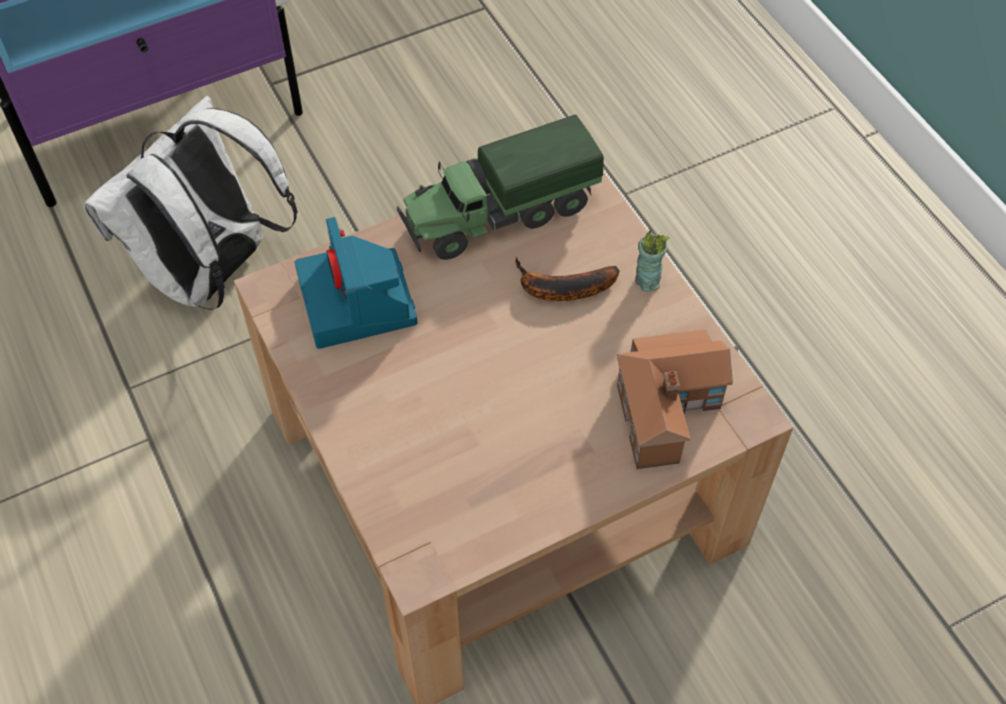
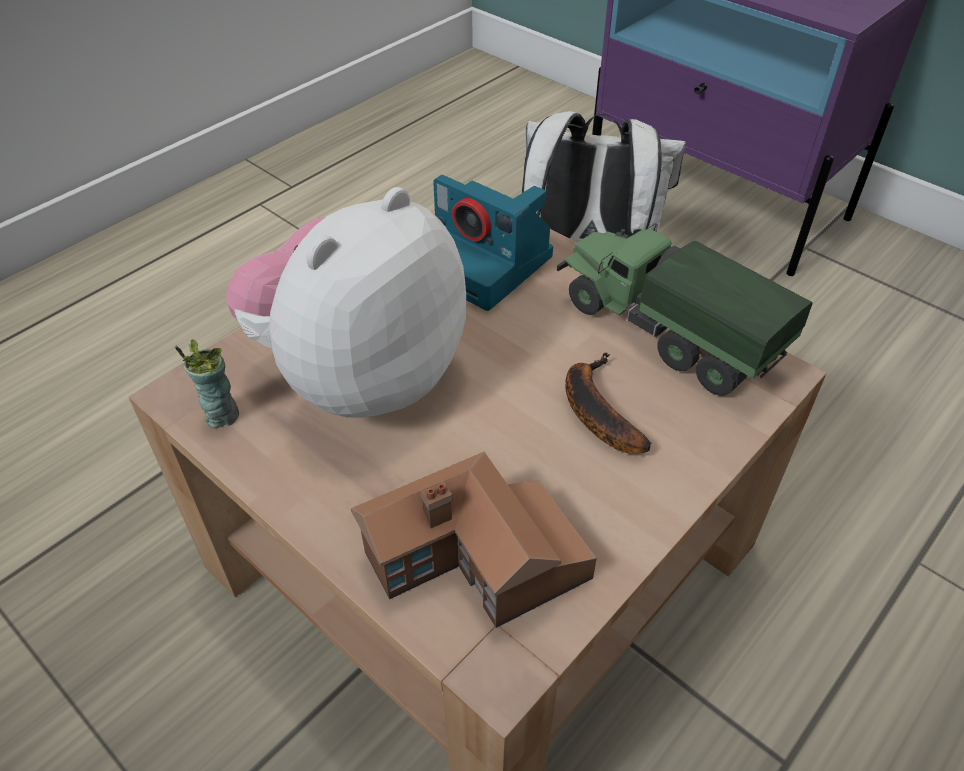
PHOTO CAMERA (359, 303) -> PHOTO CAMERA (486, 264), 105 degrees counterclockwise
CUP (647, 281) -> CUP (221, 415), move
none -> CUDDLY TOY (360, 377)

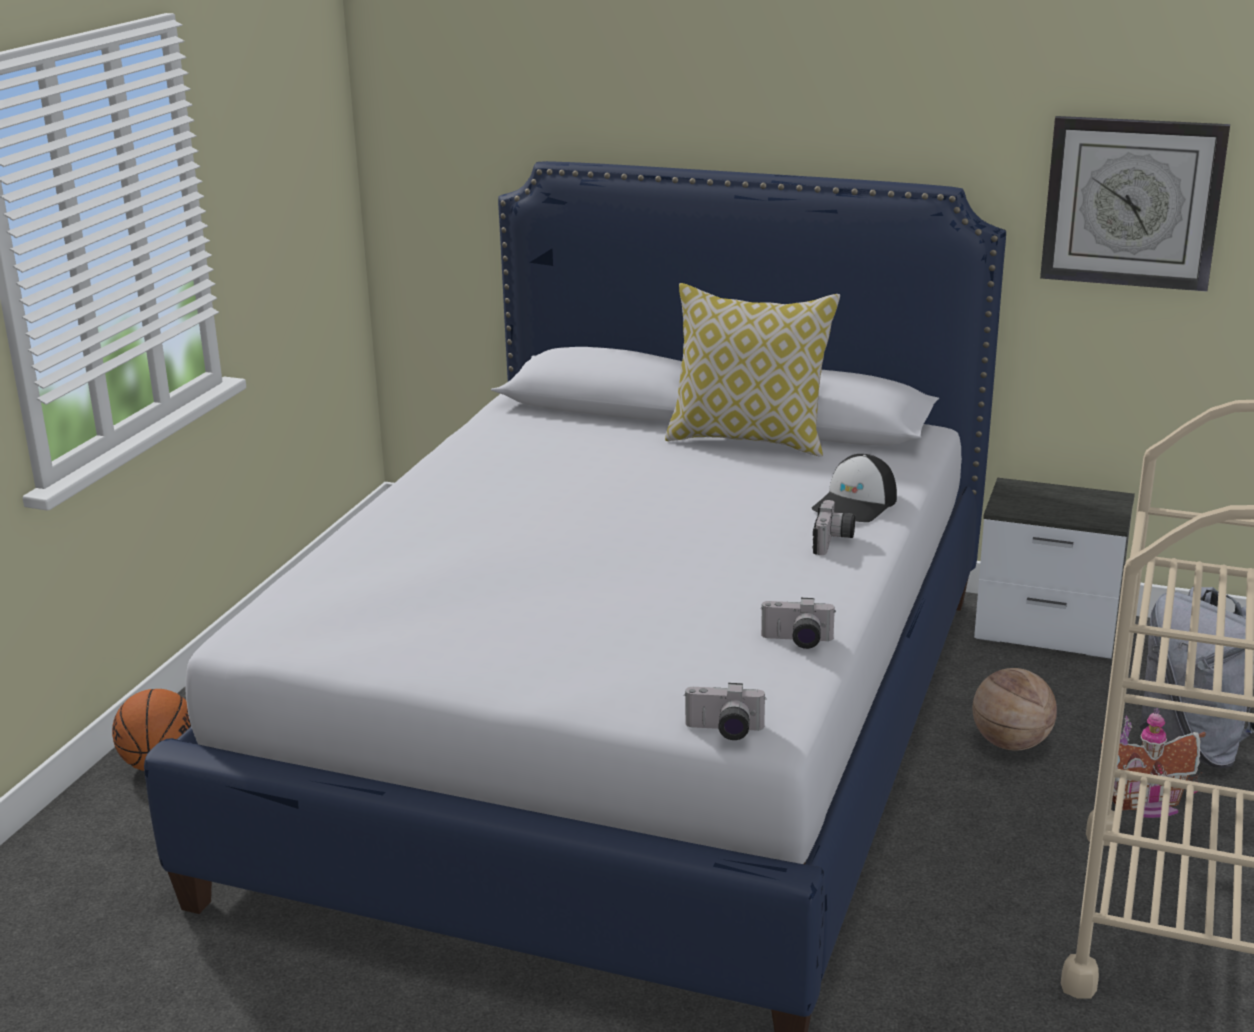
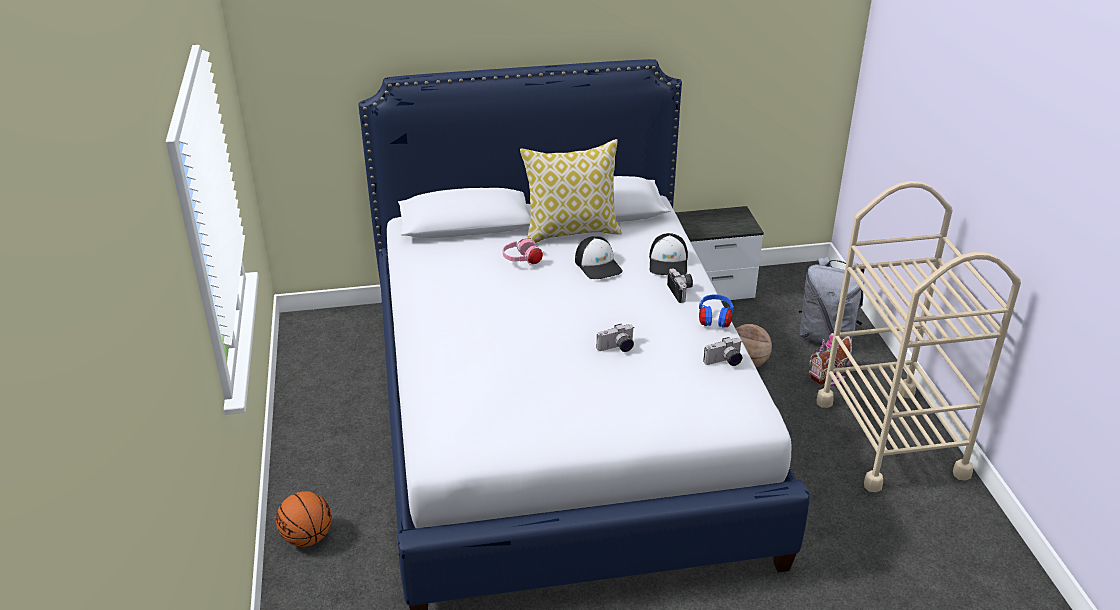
WALL CLOCK (1132, 202) -> none
PHOTO CAMERA (724, 731) -> PHOTO CAMERA (617, 348), move
none -> PEAKED CAP (598, 265)
none -> PINK-COLOURED HEADSET (522, 261)
none -> BLUISH HEADSET (715, 320)

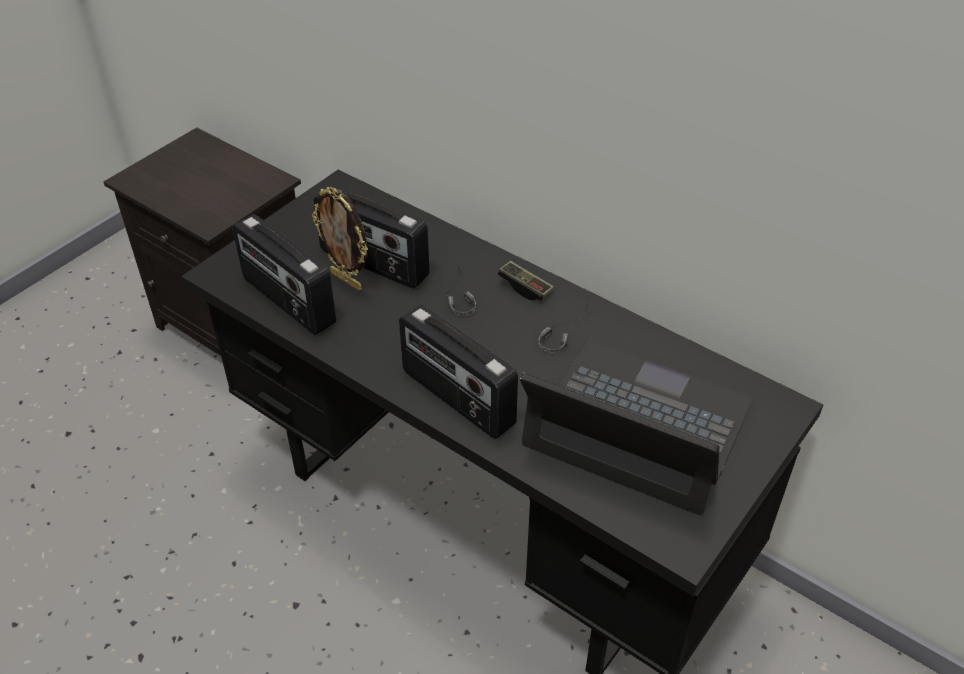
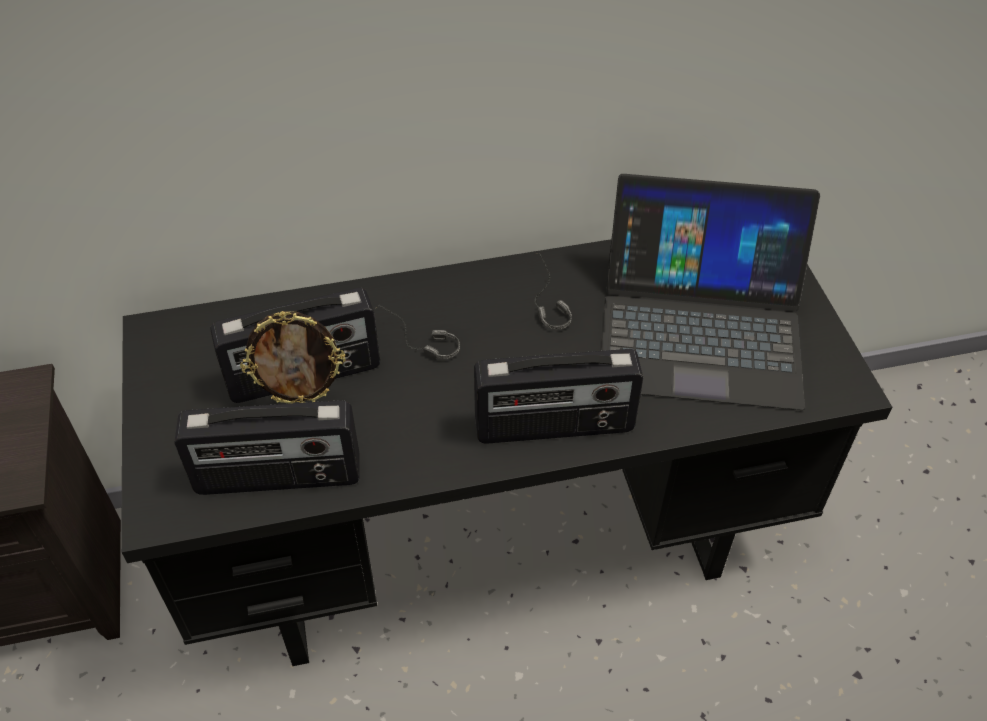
JOYPAD (525, 288) -> none
PORTABLE COMPUTER (638, 425) -> PORTABLE COMPUTER (700, 329), 150 degrees counterclockwise

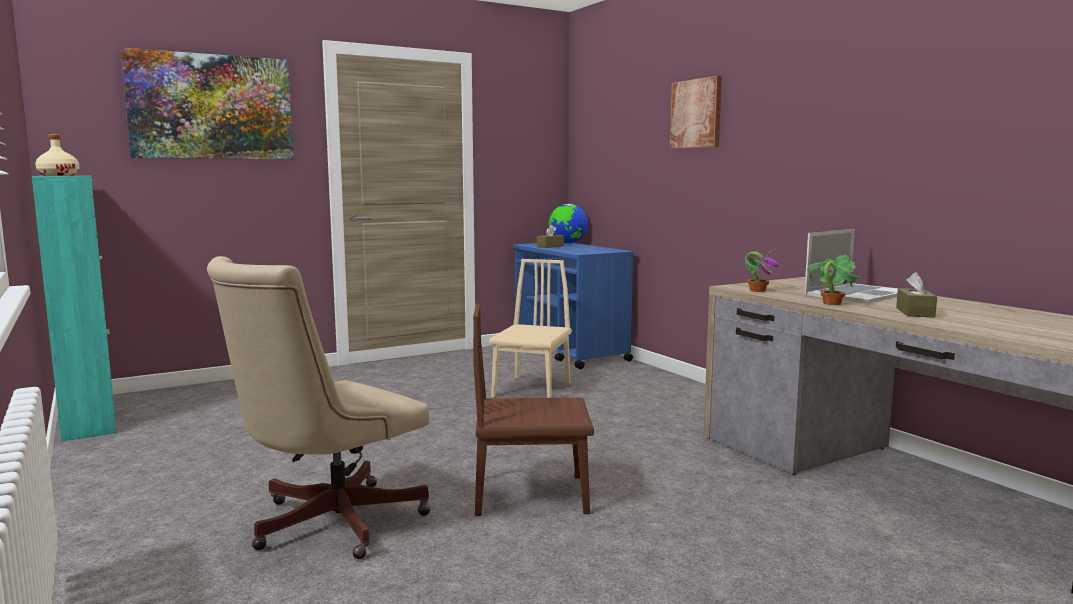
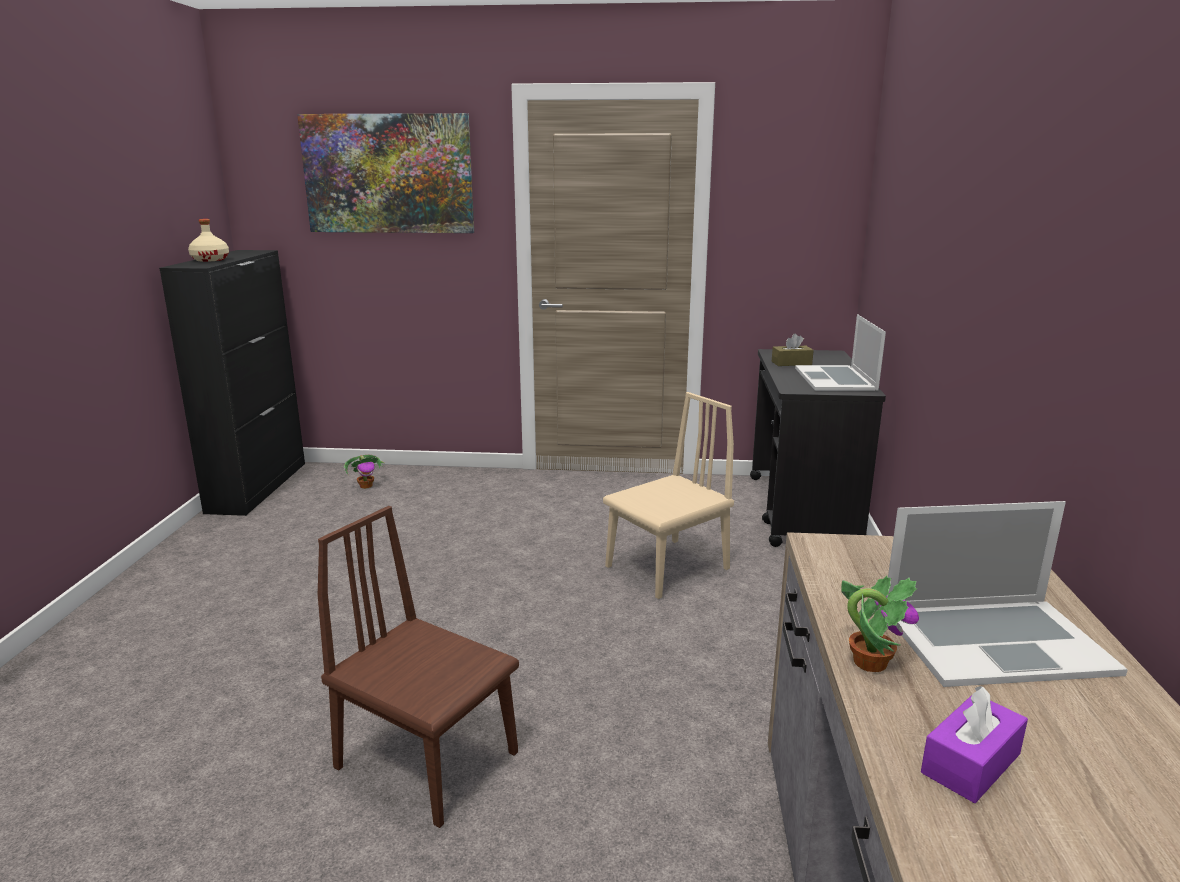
WALL ART (696, 113) -> none
TURQUOISE-COLOURED CABINET (89, 416) -> BLACK CABINET (258, 486)
GLOBE (568, 243) -> none
BLUISH CART (571, 352) -> BLACK CART (802, 511)
POTTED PLANT (757, 290) -> POTTED PLANT (366, 486), move
BEIGE-COLOURED OFFICE CHAIR (327, 524) -> none
BROWNISH TISSUE BOX (915, 312) -> PURPLE TISSUE BOX (971, 763)
none -> PORTABLE COMPUTER (835, 379)

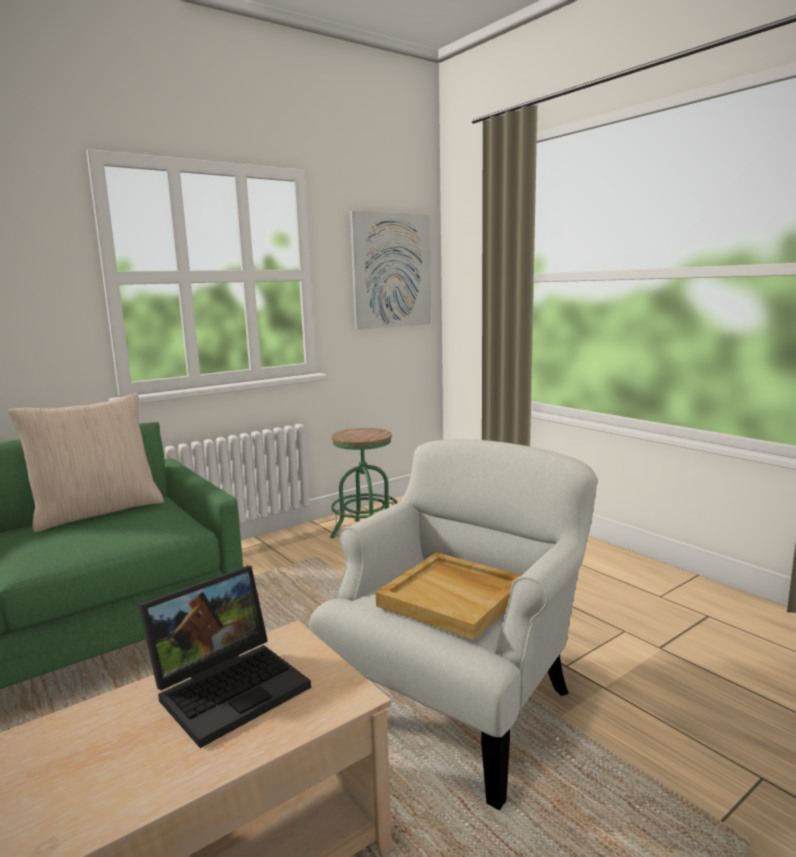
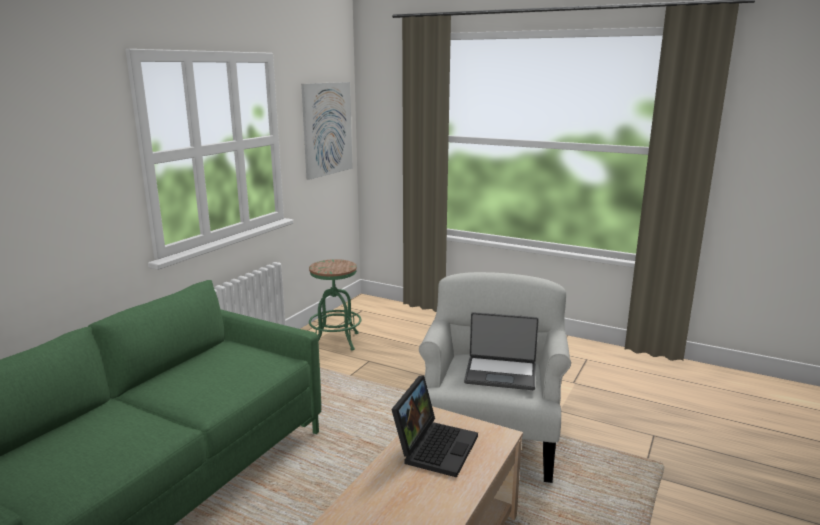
BEIGE-COLOURED CUSHION (97, 511) -> none
BEIGE-COLOURED CARRYING TRAY (454, 598) -> PORTABLE COMPUTER (500, 374)

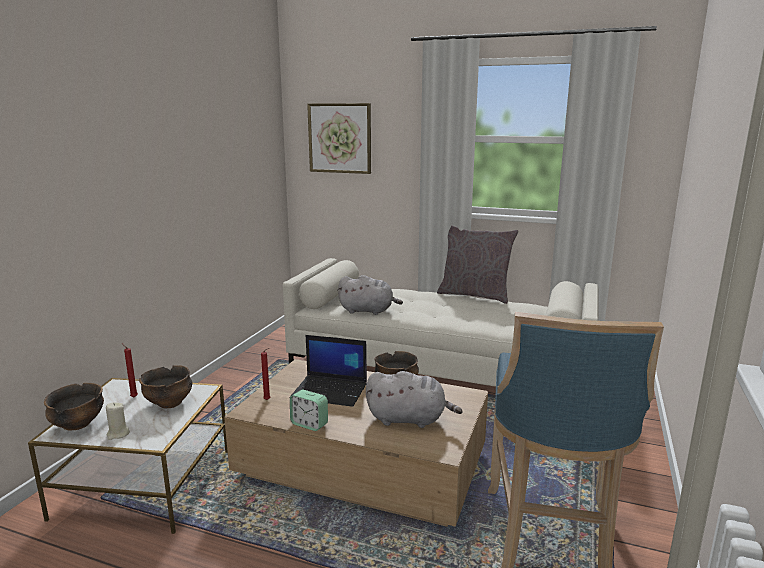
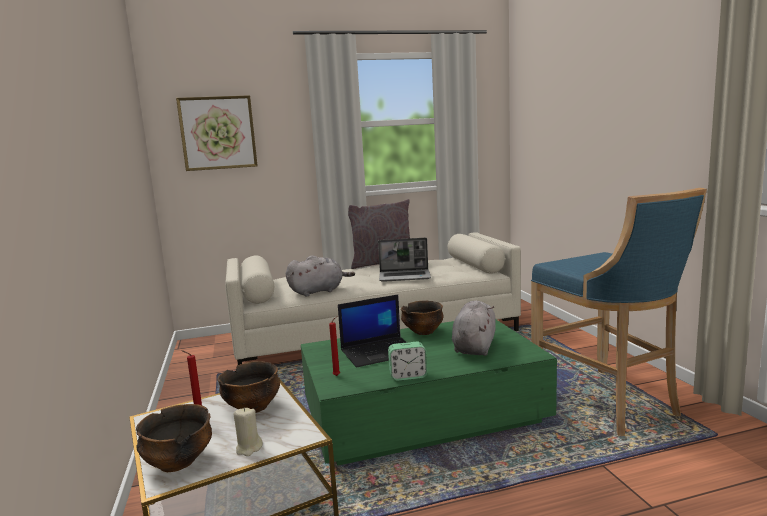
BROWNISH COFFEE TABLE (363, 465) -> GREENISH COFFEE TABLE (423, 414)
GRAY CUDDLY TOY (409, 419) -> GRAY CUDDLY TOY (474, 346), 45 degrees counterclockwise
none -> PORTABLE COMPUTER (405, 276)

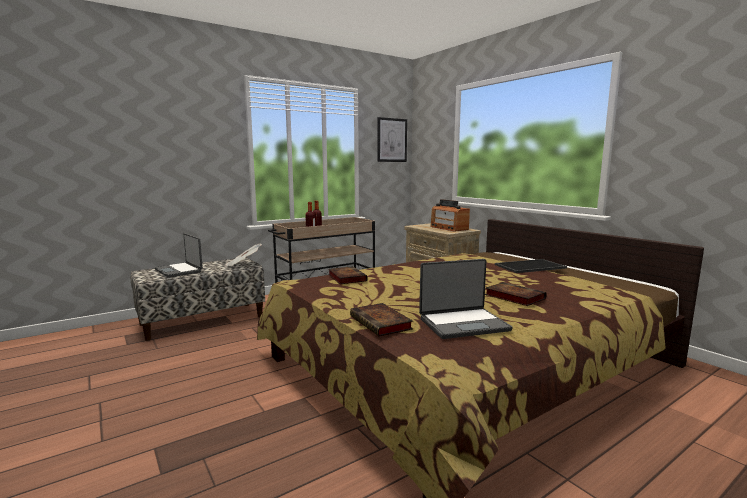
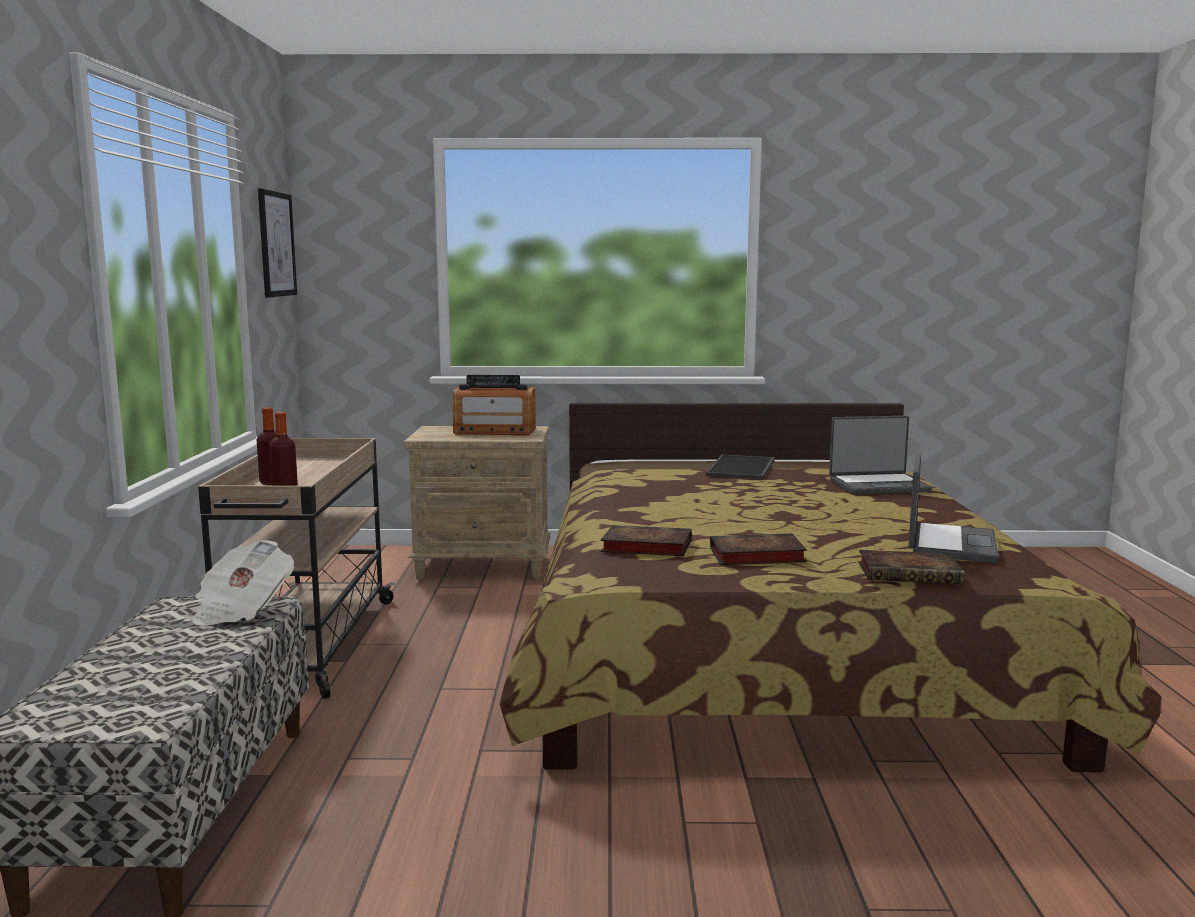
PORTABLE COMPUTER (179, 271) -> PORTABLE COMPUTER (878, 485), move
BOUND BOOK (513, 297) -> BOUND BOOK (754, 556), move

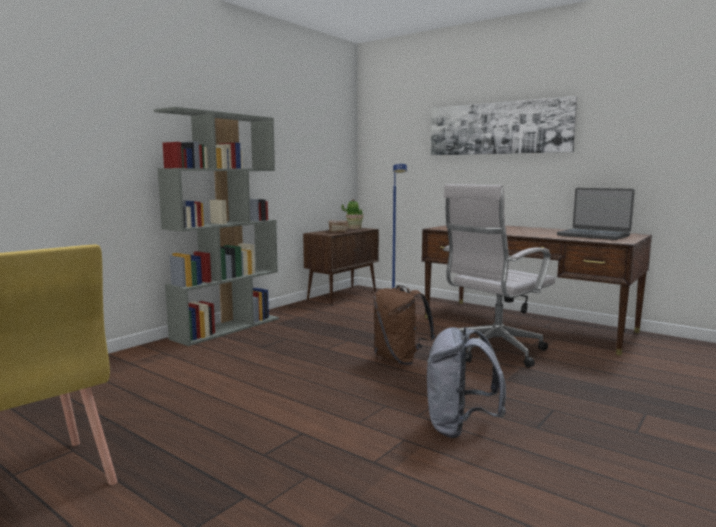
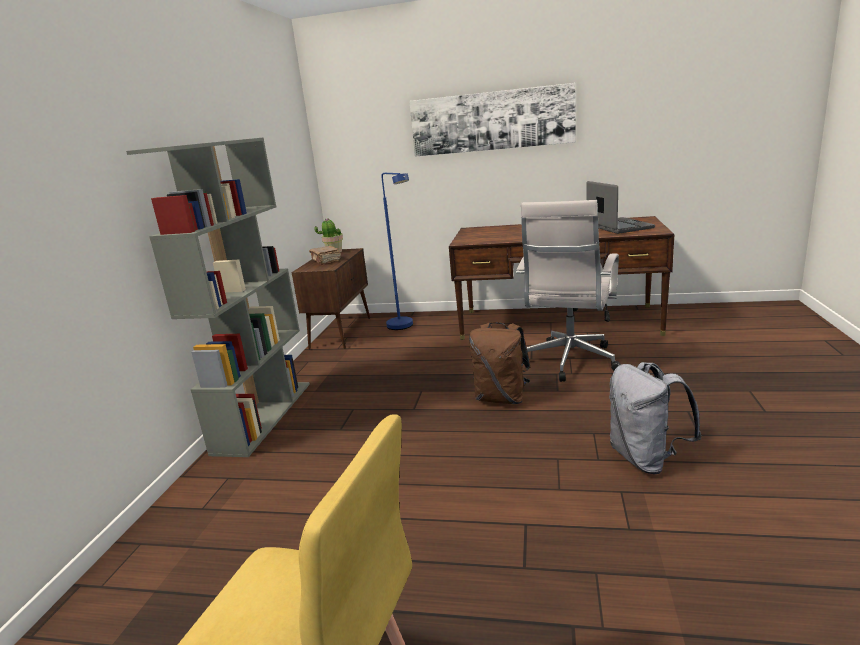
PORTABLE COMPUTER (593, 235) -> PORTABLE COMPUTER (618, 227), 120 degrees counterclockwise

